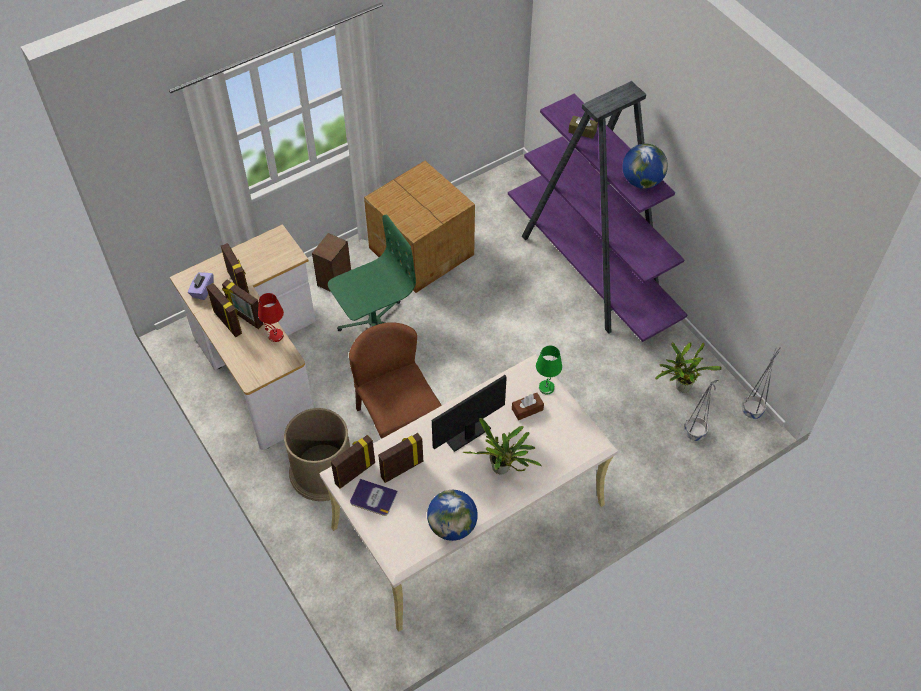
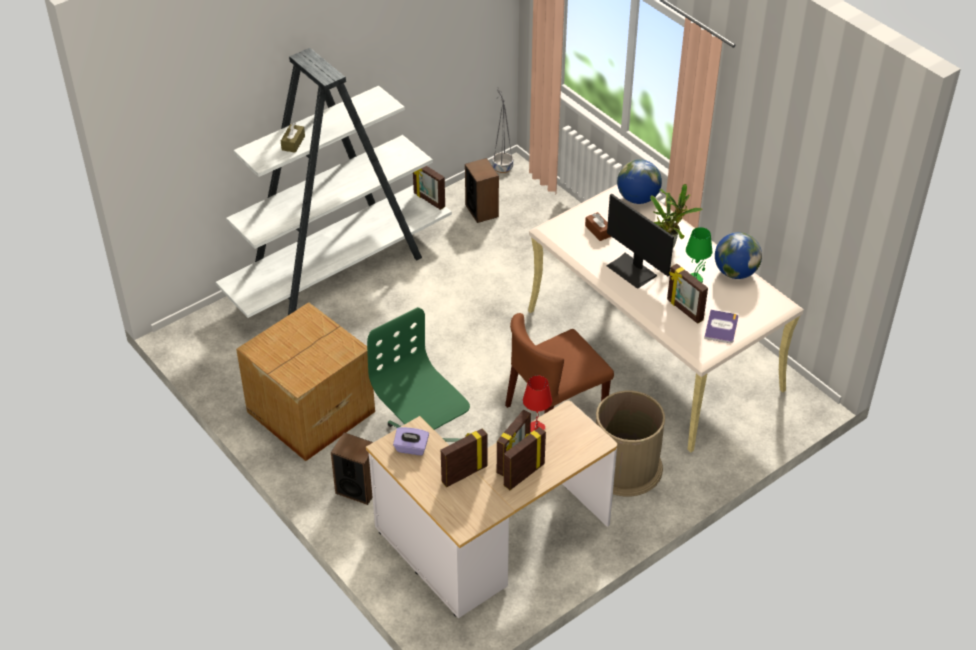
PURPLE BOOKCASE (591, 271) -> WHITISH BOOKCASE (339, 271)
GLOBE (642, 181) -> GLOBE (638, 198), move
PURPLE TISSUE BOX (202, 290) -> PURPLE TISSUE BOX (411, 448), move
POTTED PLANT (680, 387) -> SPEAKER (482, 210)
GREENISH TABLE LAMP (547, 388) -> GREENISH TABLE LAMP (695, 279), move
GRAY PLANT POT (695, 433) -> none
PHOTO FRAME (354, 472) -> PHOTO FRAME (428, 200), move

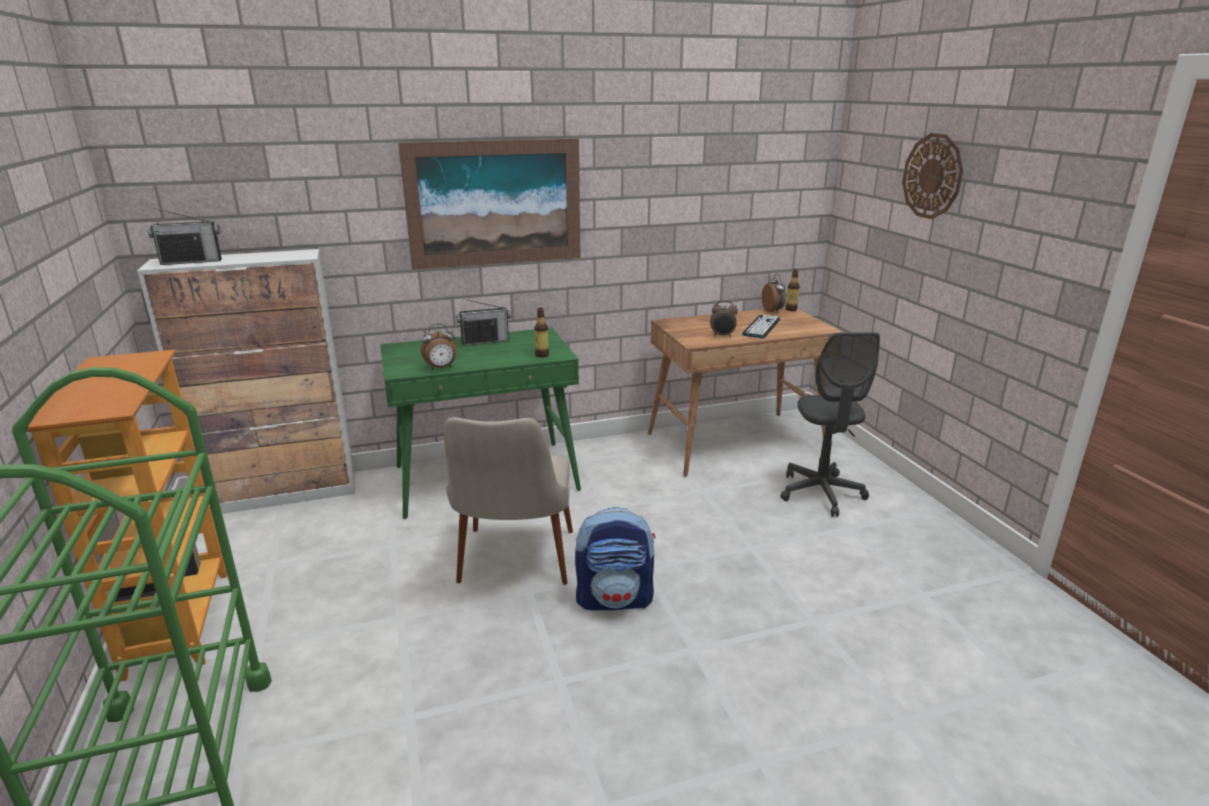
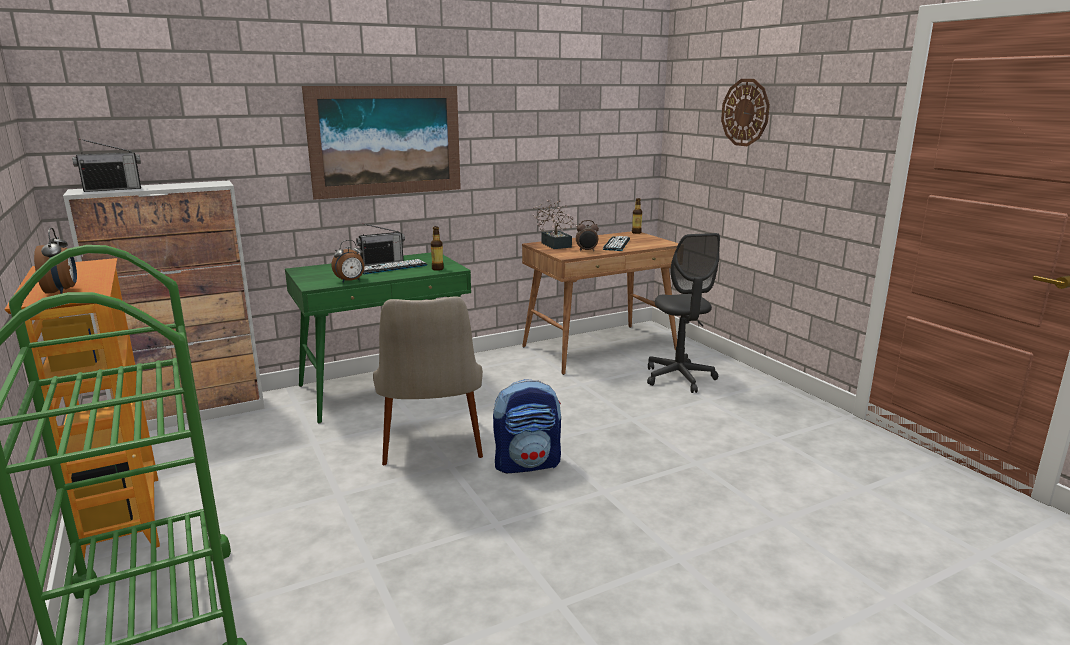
ALARM CLOCK (773, 311) -> ALARM CLOCK (62, 291), move
none -> POTTED PLANT (555, 244)
none -> KEYBOARD (392, 267)

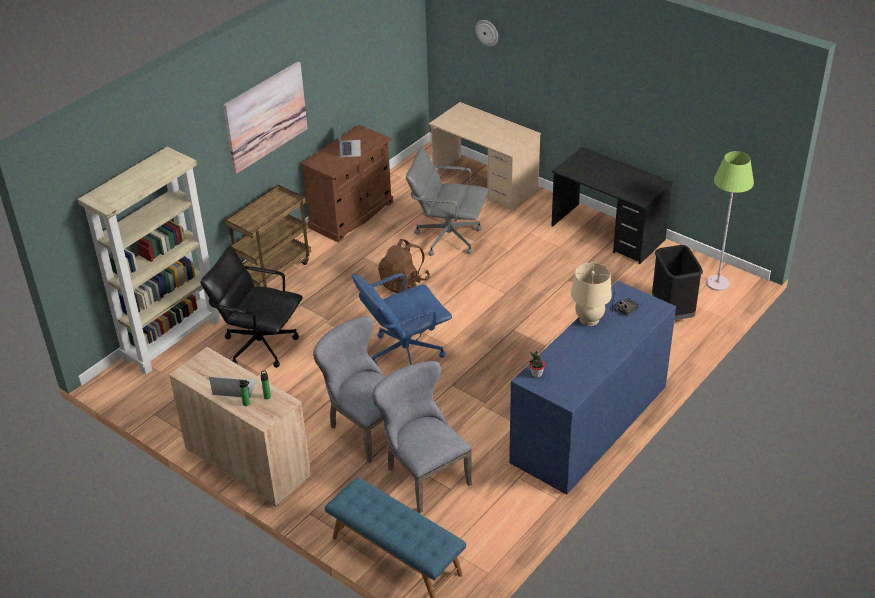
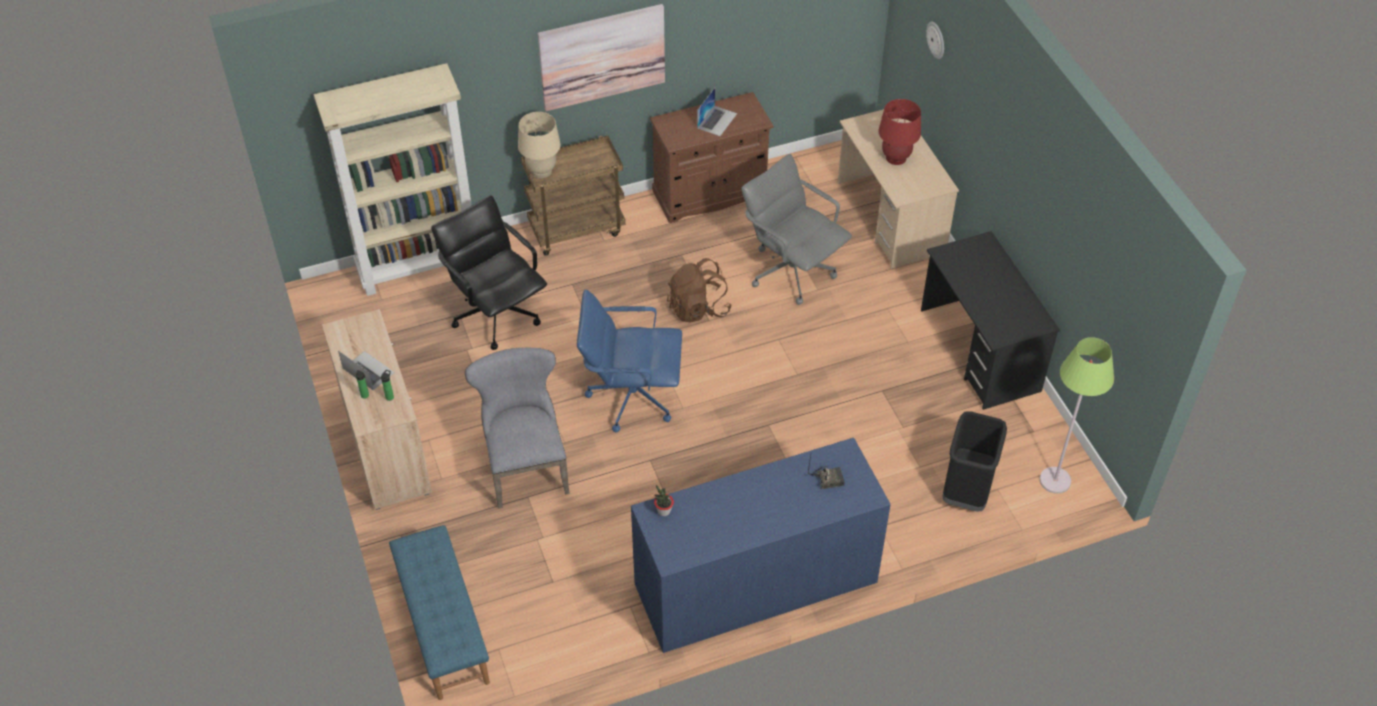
BEIGE-COLOURED TABLE LAMP (589, 319) -> BEIGE-COLOURED TABLE LAMP (541, 171), move
GRAY UPRIGHT CHAIR (423, 474) -> none
none -> RED TABLE LAMP (896, 158)

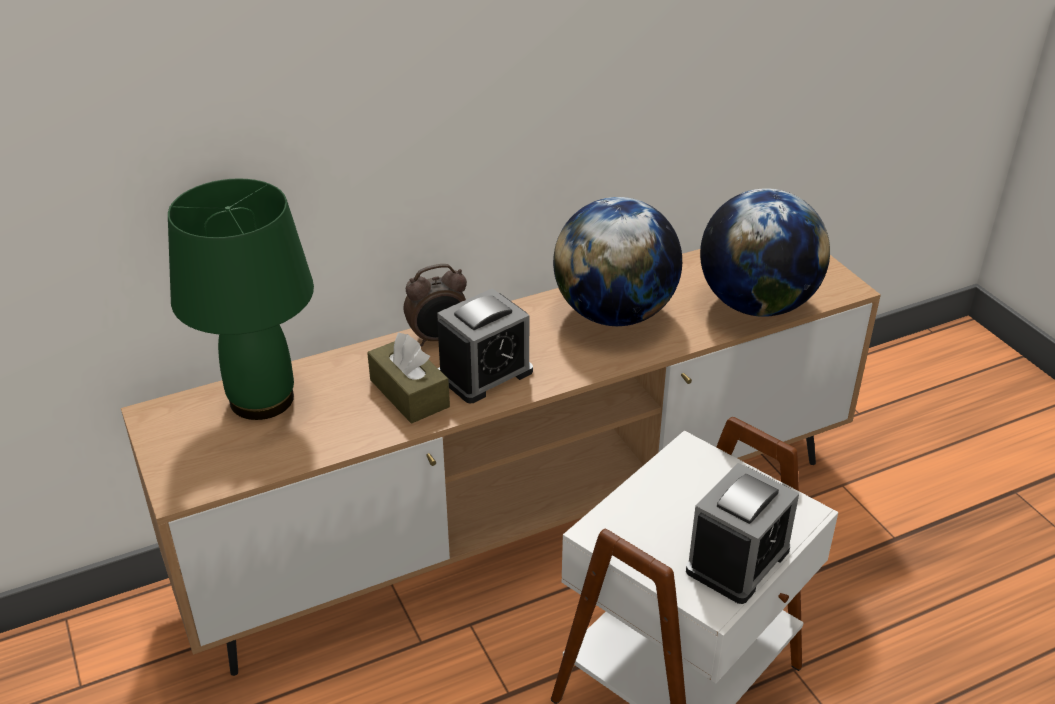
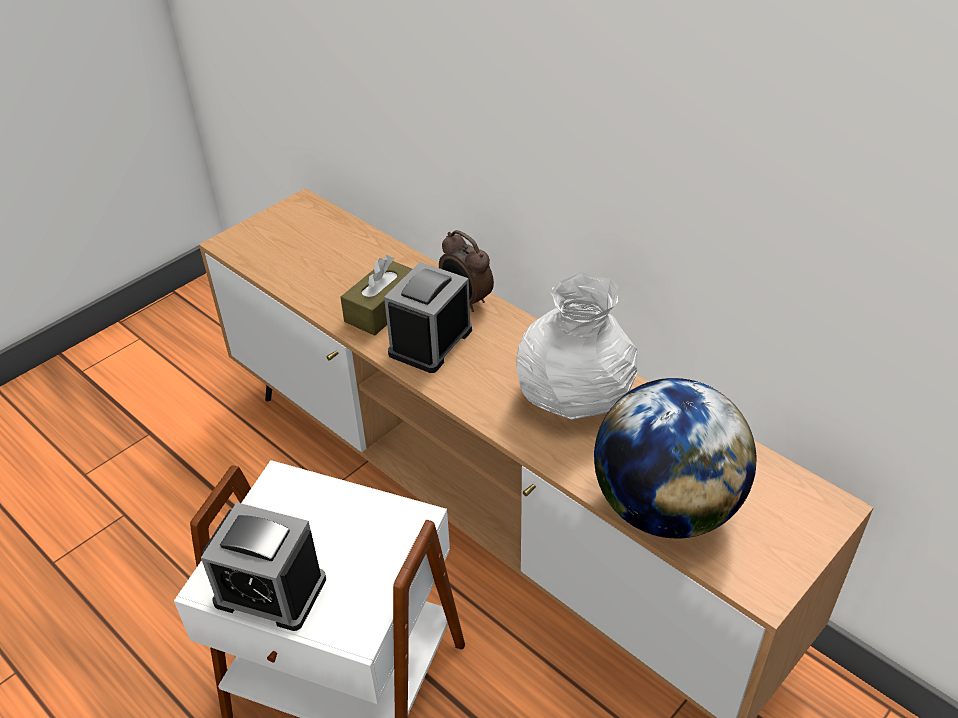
GREENISH TABLE LAMP (260, 400) -> none
GLOBE (614, 314) -> WHITISH DECORATIVE VASE (572, 399)
ALARM CLOCK (484, 373) -> ALARM CLOCK (430, 342), 90 degrees clockwise

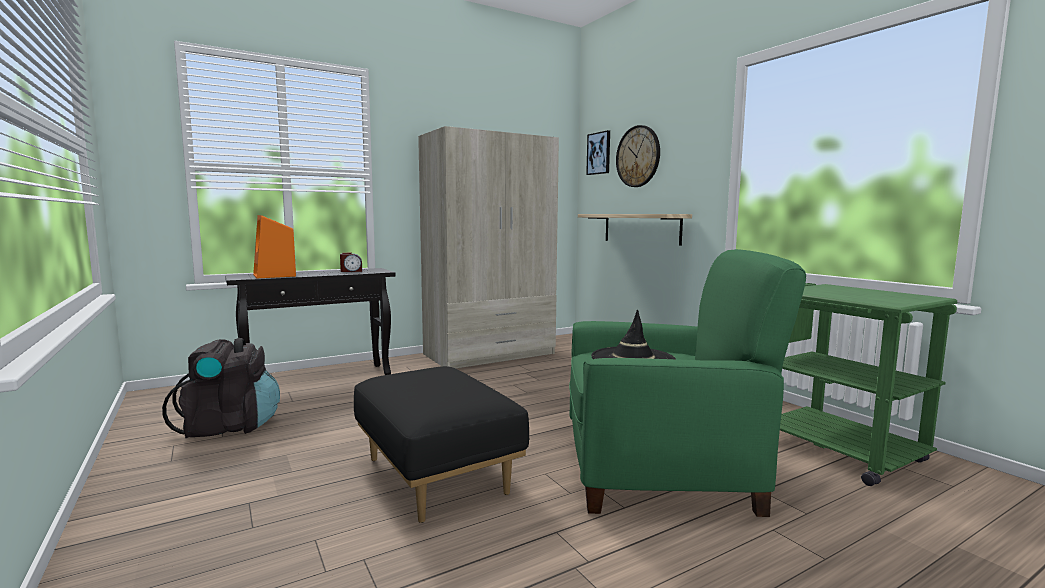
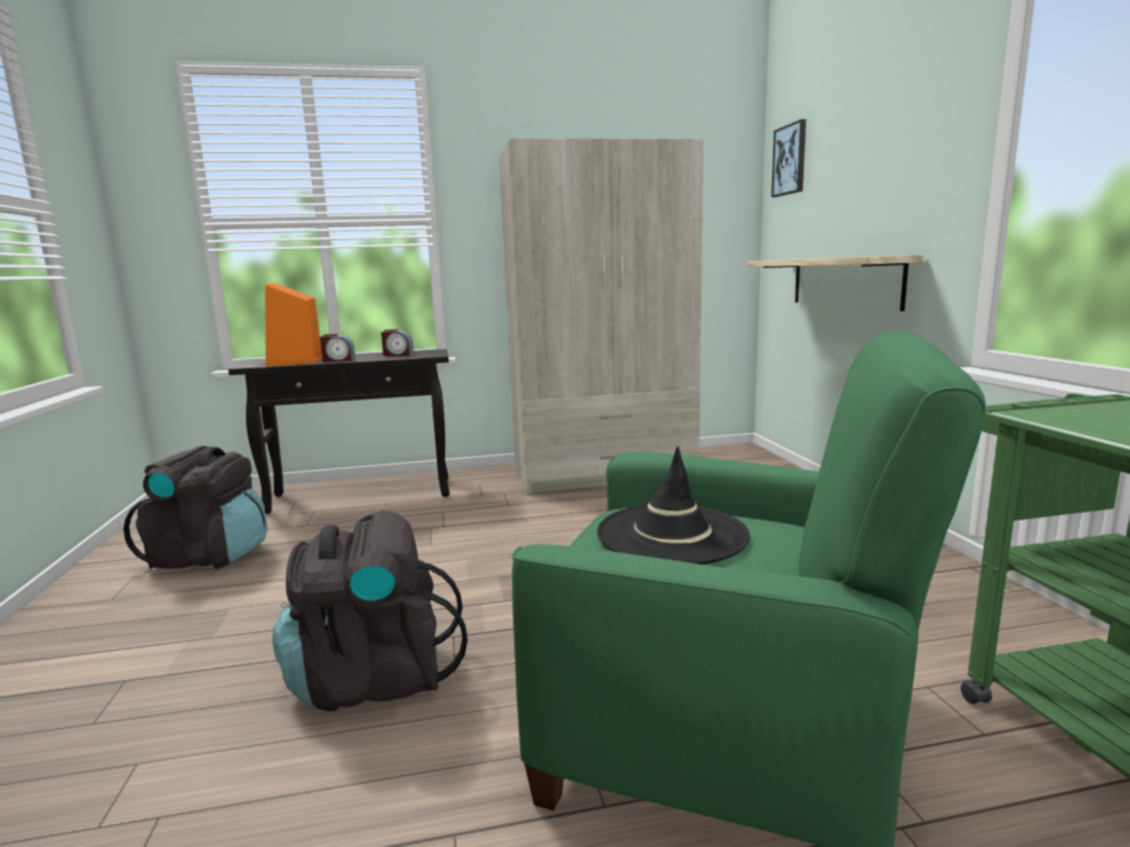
WALL CLOCK (638, 156) -> none
BLACK OTTOMAN (438, 476) -> BLACK BACKPACK (373, 678)
none -> ALARM CLOCK (338, 360)

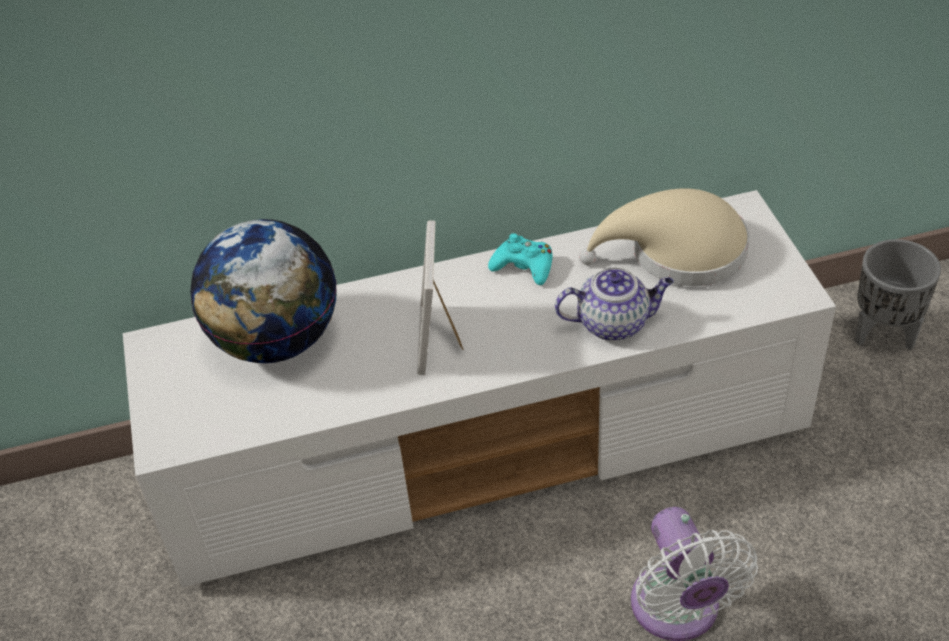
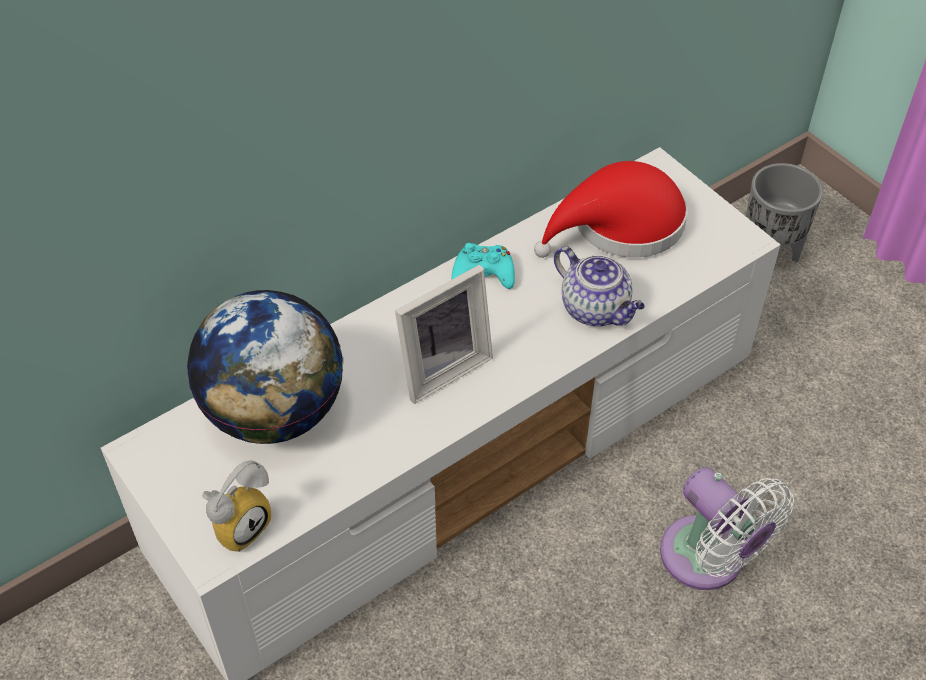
BEIGE-COLOURED CLOTHING HAT (678, 252) -> RED CLOTHING HAT (620, 225)
PHOTO FRAME (441, 339) -> PHOTO FRAME (441, 367), 105 degrees counterclockwise
TEA POT (614, 323) -> TEA POT (596, 309), 75 degrees clockwise
none -> ALARM CLOCK (240, 524)

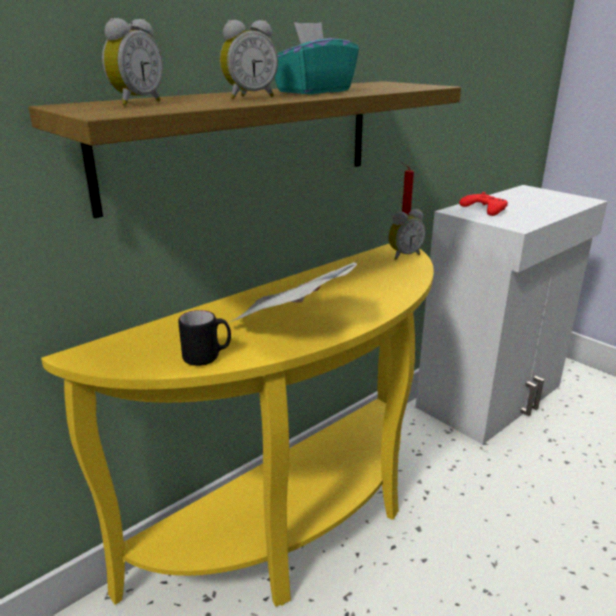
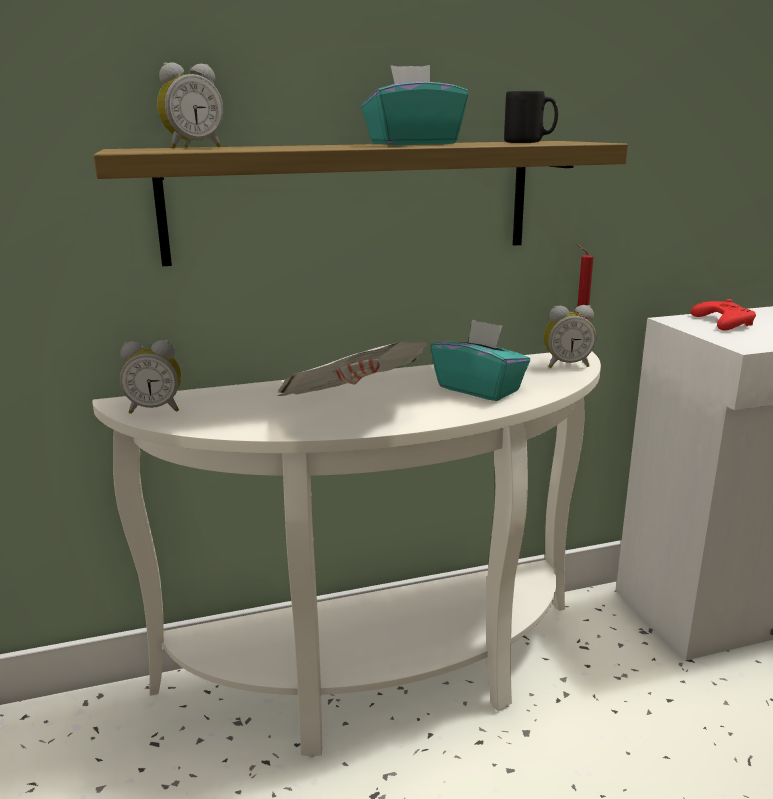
ALARM CLOCK (249, 97) -> ALARM CLOCK (155, 409), move
YELLOWISH HALL TABLE (301, 523) -> WHITISH HALL TABLE (385, 680)
BLACK TEA MUG (207, 357) -> BLACK TEA MUG (530, 142), move
none -> TURQUOISE-COLOURED TISSUE BOX (479, 389)

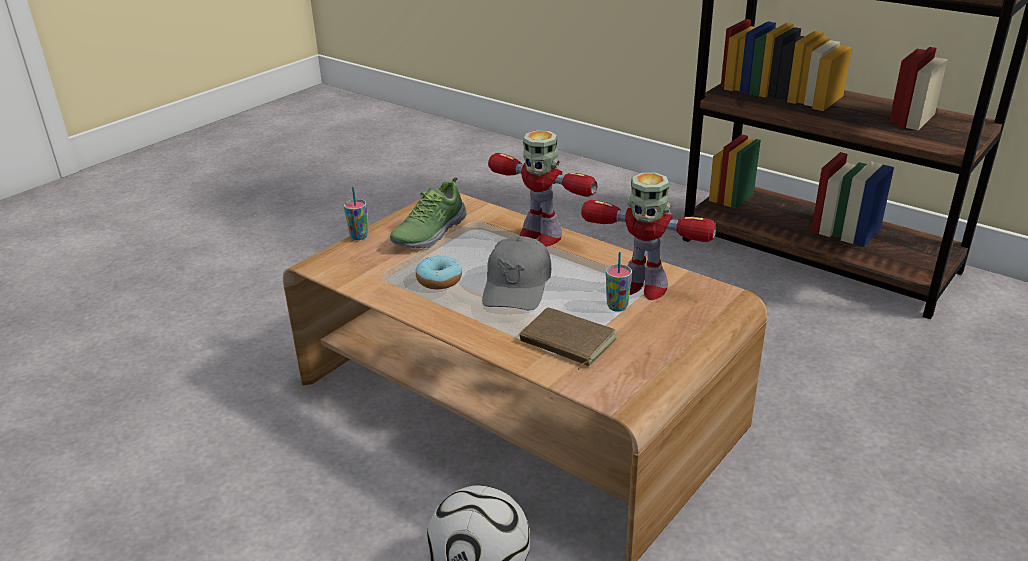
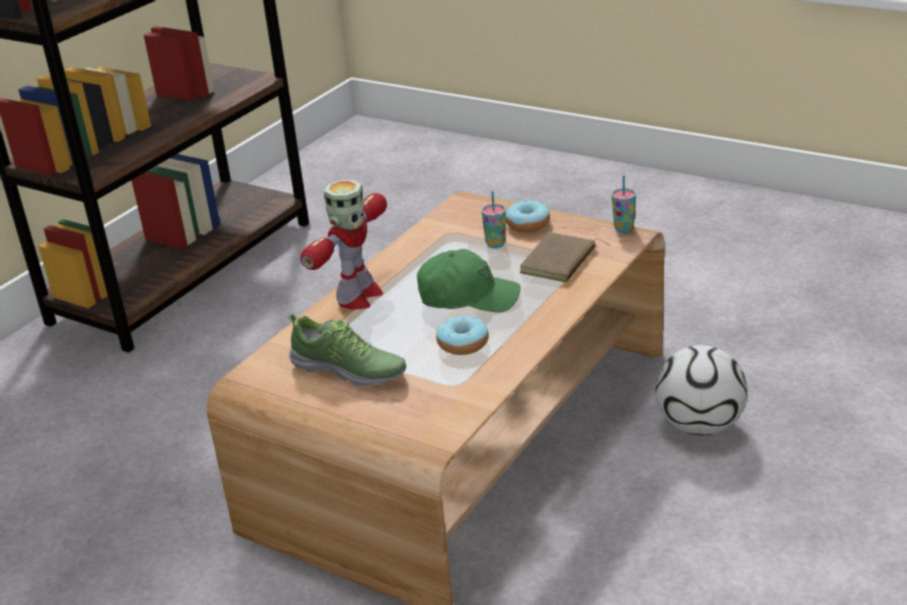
MODEL ROBOT (642, 287) -> none
CUP (359, 236) -> CUP (623, 228), move
GRAY PEAKED CAP (517, 286) -> GREENISH PEAKED CAP (467, 297)
none -> RING DOUGHNUT (527, 224)

